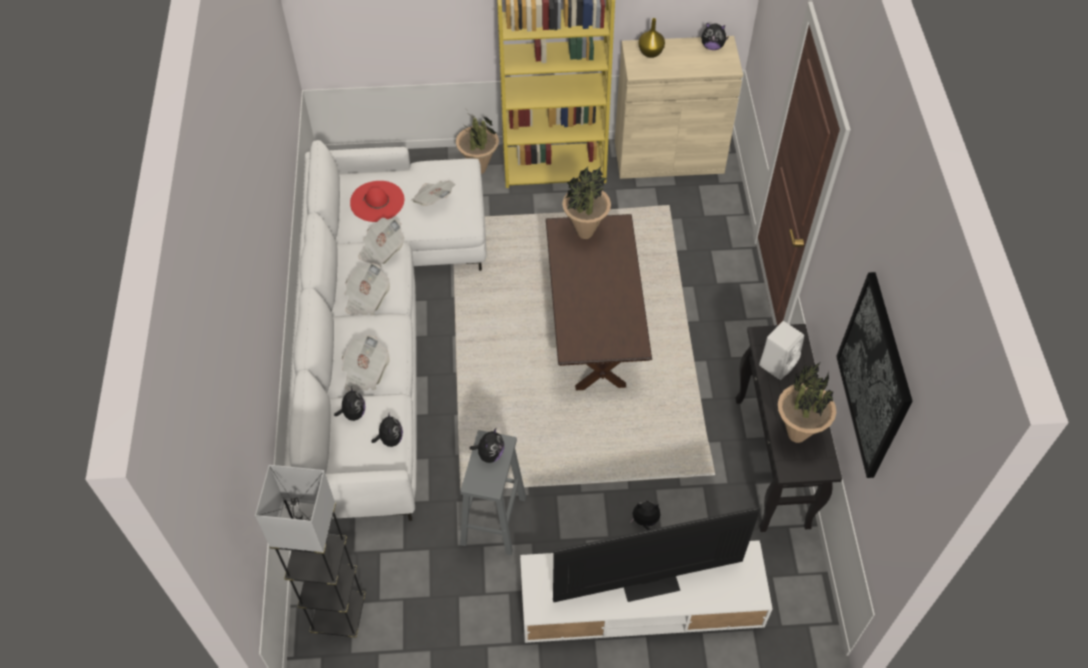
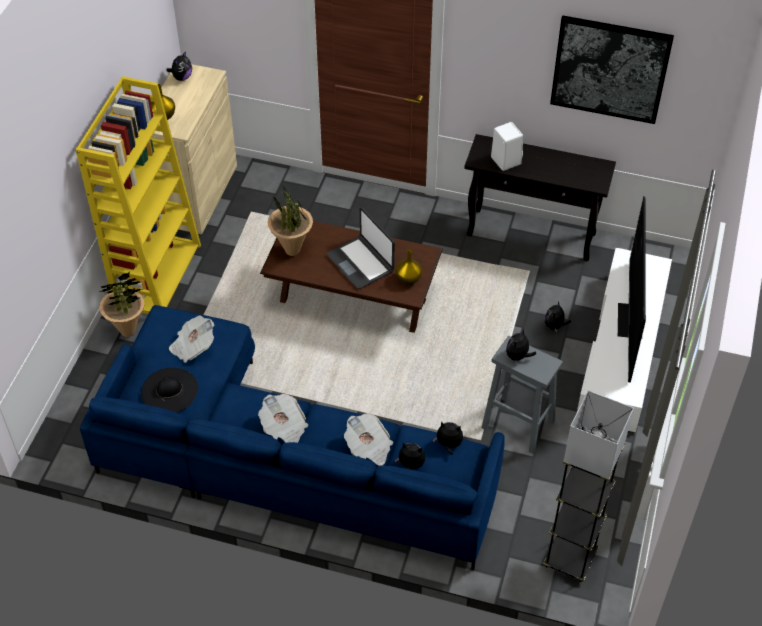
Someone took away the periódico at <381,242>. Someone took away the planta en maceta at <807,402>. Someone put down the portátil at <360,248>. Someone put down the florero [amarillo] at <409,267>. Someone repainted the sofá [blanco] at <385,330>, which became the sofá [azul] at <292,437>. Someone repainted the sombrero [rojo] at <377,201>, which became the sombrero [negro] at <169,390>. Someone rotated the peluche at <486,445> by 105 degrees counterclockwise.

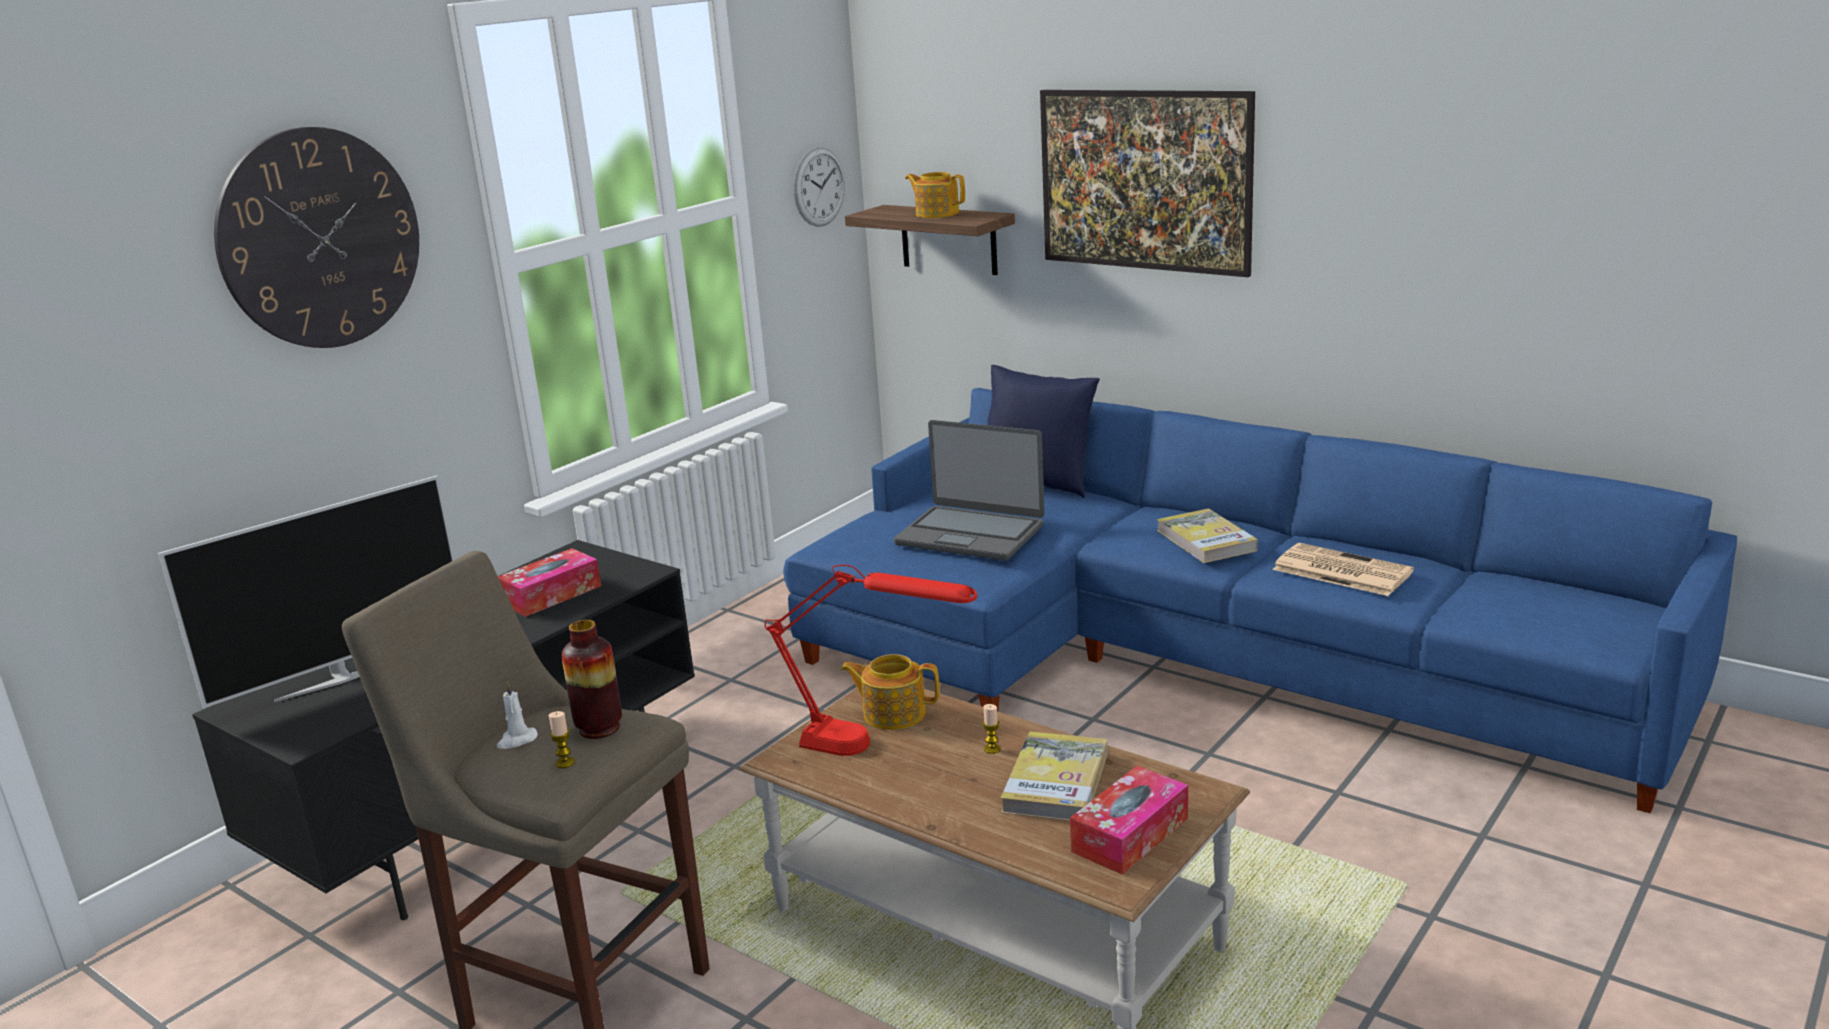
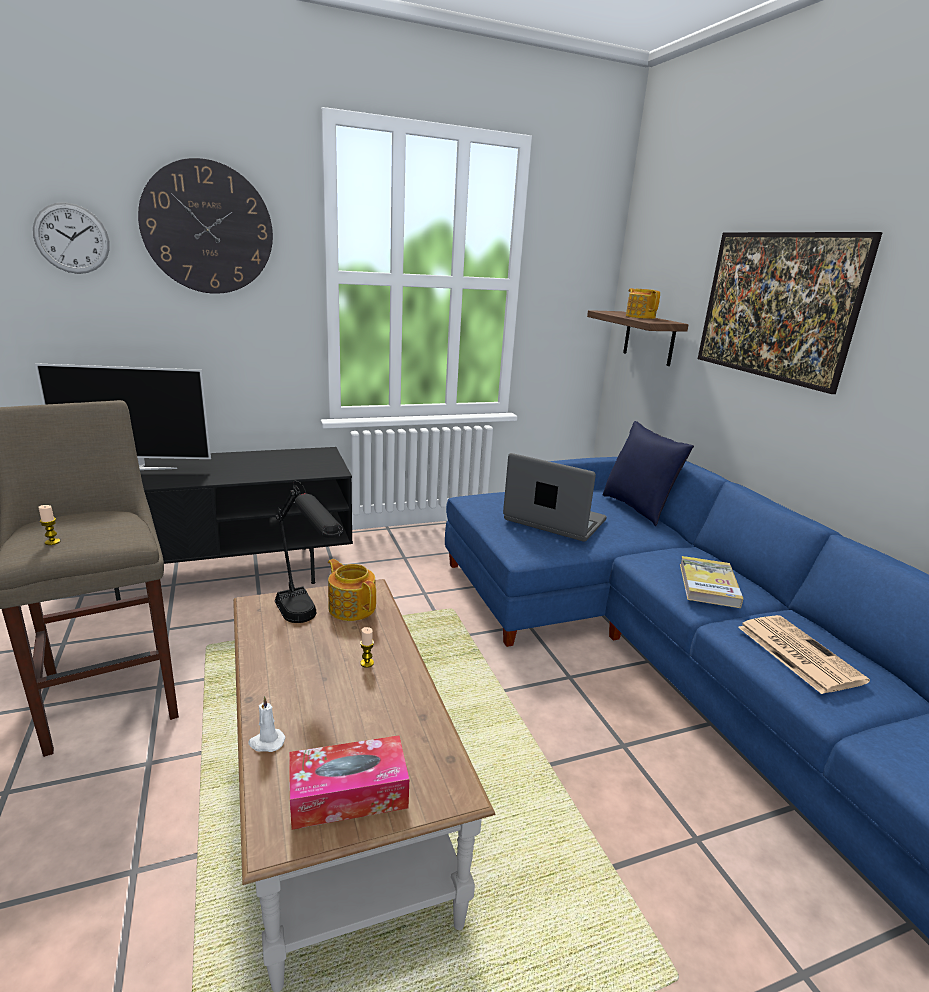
Someone took away the caja de pañuelos at <549,582>. Someone took away the florero at <591,679>. Someone took away the libro at <1054,776>. Someone carried the vela [blanco] from <517,715> to <266,724>. Someone carried the reloj de pared from <819,187> to <71,238>. Someone repainted the lámpara de mesa [rojo] at <871,660>, which became the lámpara de mesa [negro] at <309,552>. Someone rotated the portátil at <969,490> by 150 degrees clockwise.

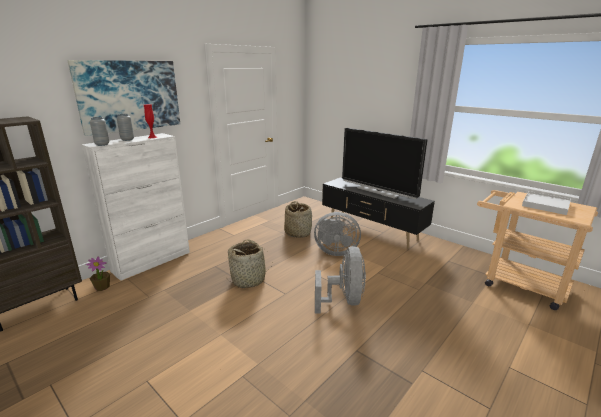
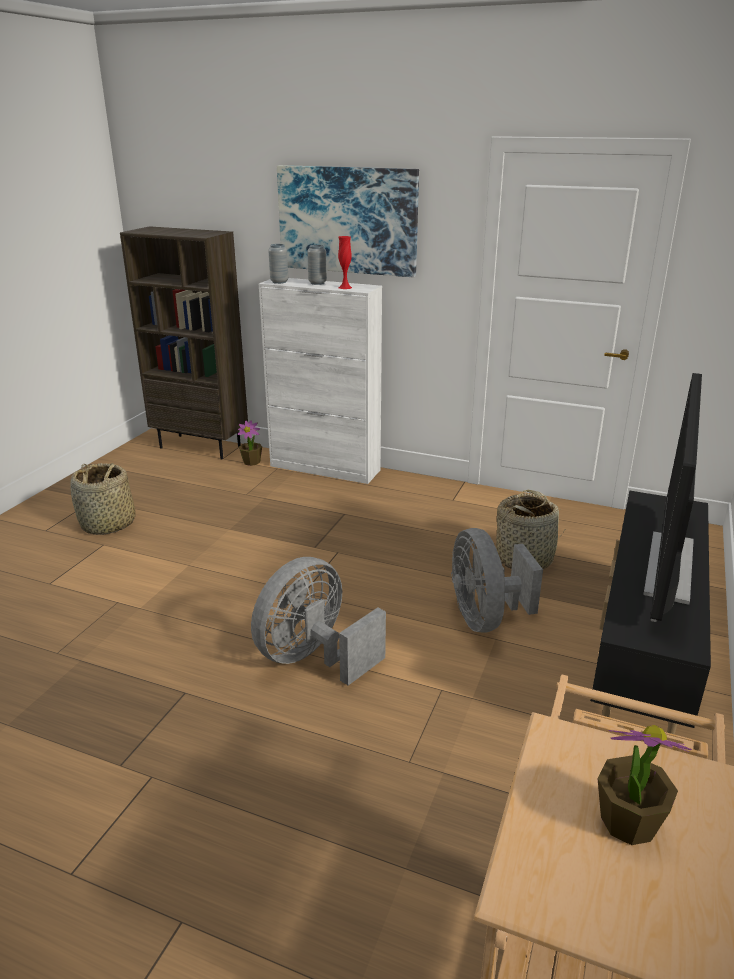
Someone carried the cesta from <250,263> to <103,499>. Someone swapped the bandeja [blanco] at <546,203> for the planta en maceta at <644,785>. Someone rotated the ventilador [gris] at <340,280> by 150 degrees clockwise.

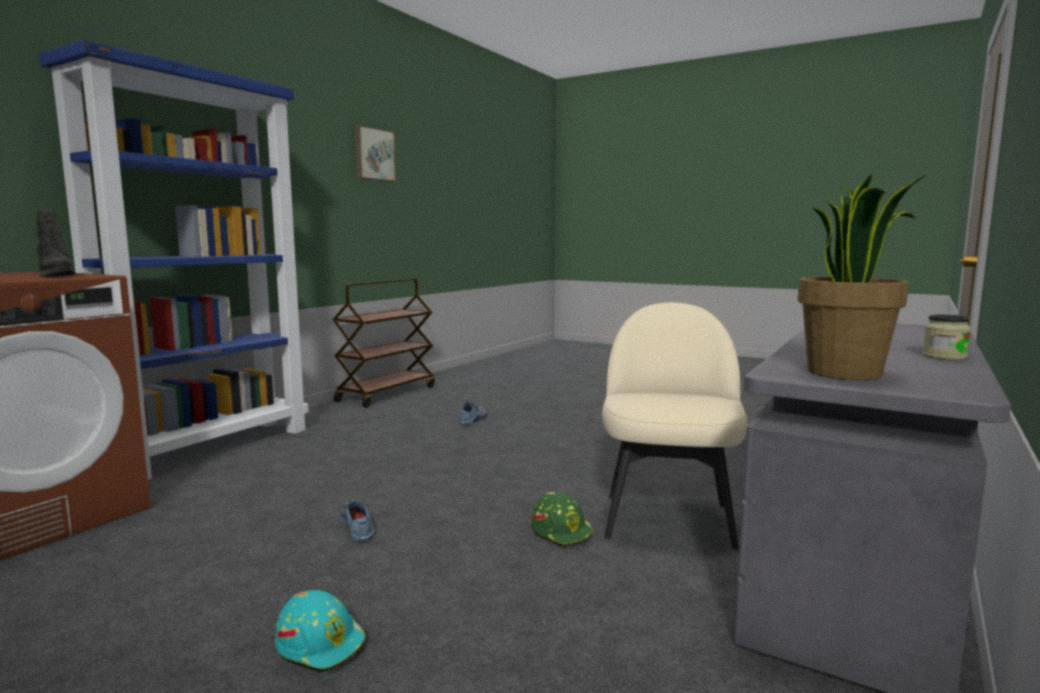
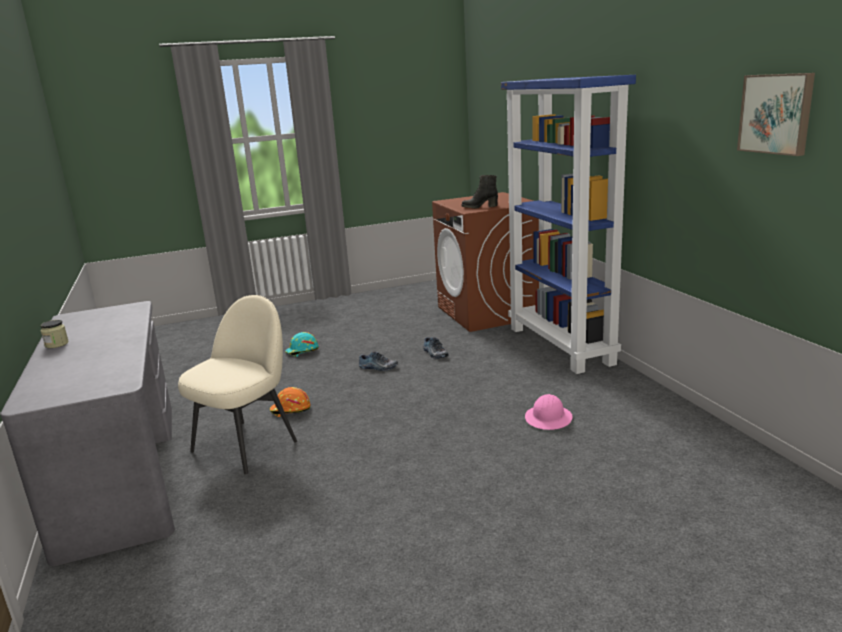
Someone took away the carrito [marrón] at <384,343>. Someone took away the planta en maceta at <862,276>. Someone put down the casco [rosa] at <549,412>. Someone carried the zapato from <473,413> to <436,348>. Someone repainted the casco [verde] at <562,520>, which became the casco [naranja] at <290,402>. Someone rotated the silla [beis] at <675,426> by 105 degrees counterclockwise.

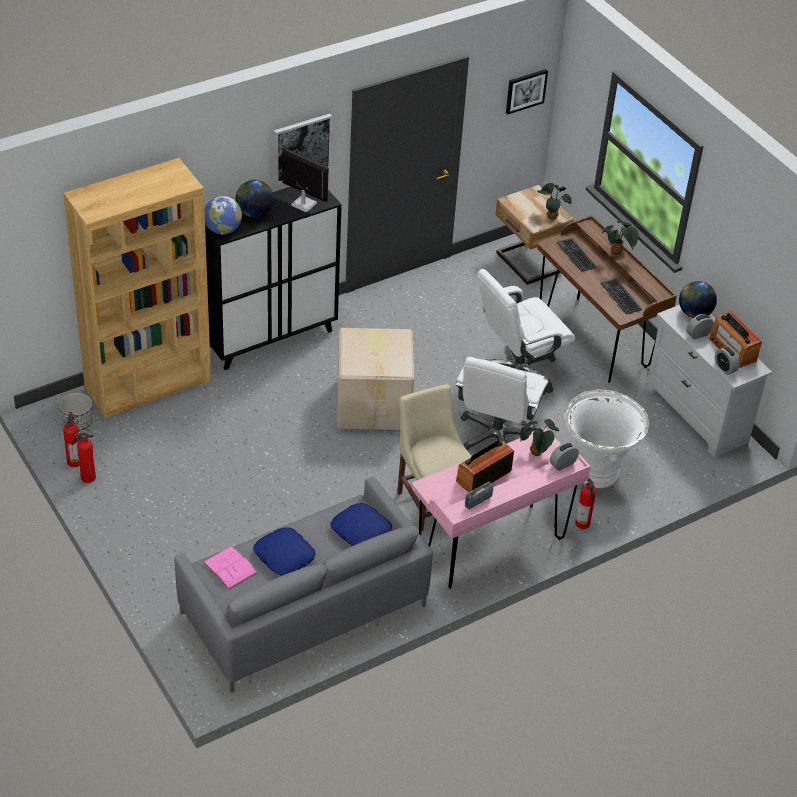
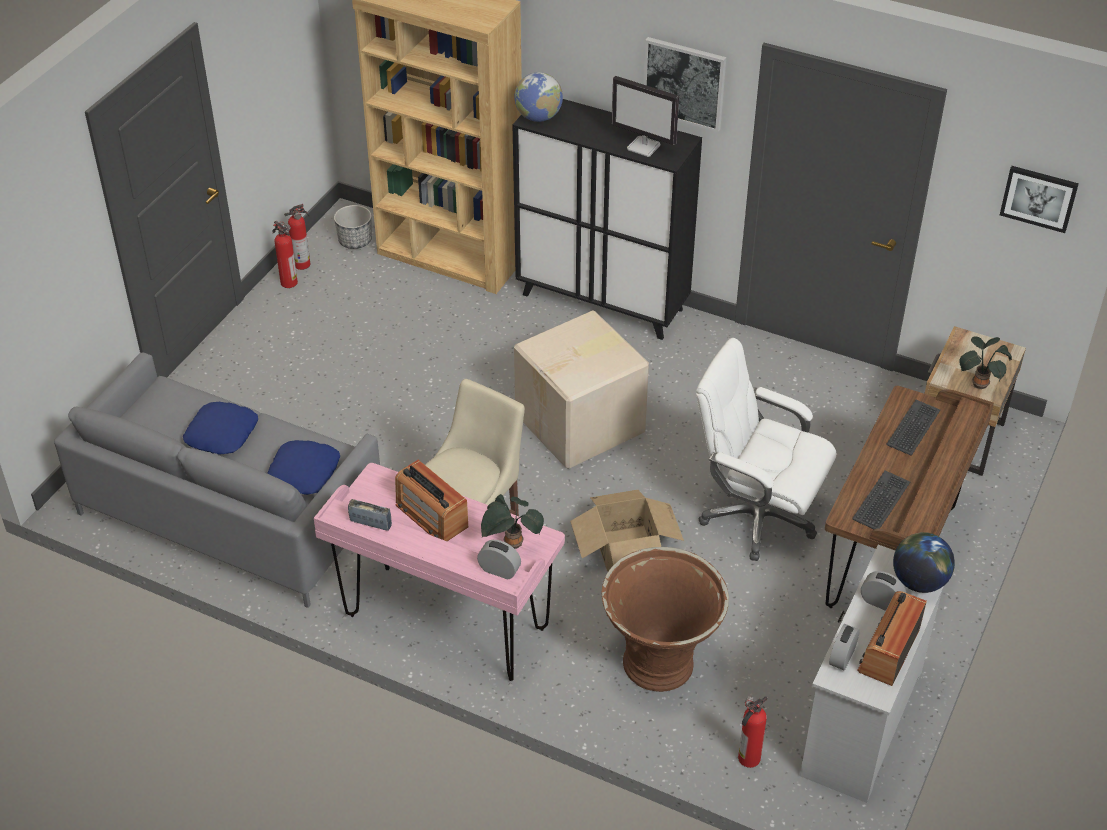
Someone took away the libro [rosa] at <230,568>. Someone took away the globo terráqueo at <255,199>. Someone took away the planta en maceta at <620,237>. Someone carried the extintor from <585,503> to <753,732>. Someone swapped the silla de oficina [blanco] at <501,404> for the caja de cartón at <627,530>. Someone repainted the maceta [blanco] at <606,439>, which became the maceta [marrón] at <665,619>. Someone rotated the monitor at <305,180> by 120 degrees clockwise. Someone rotated the radio at <485,466> by 150 degrees counterclockwise.

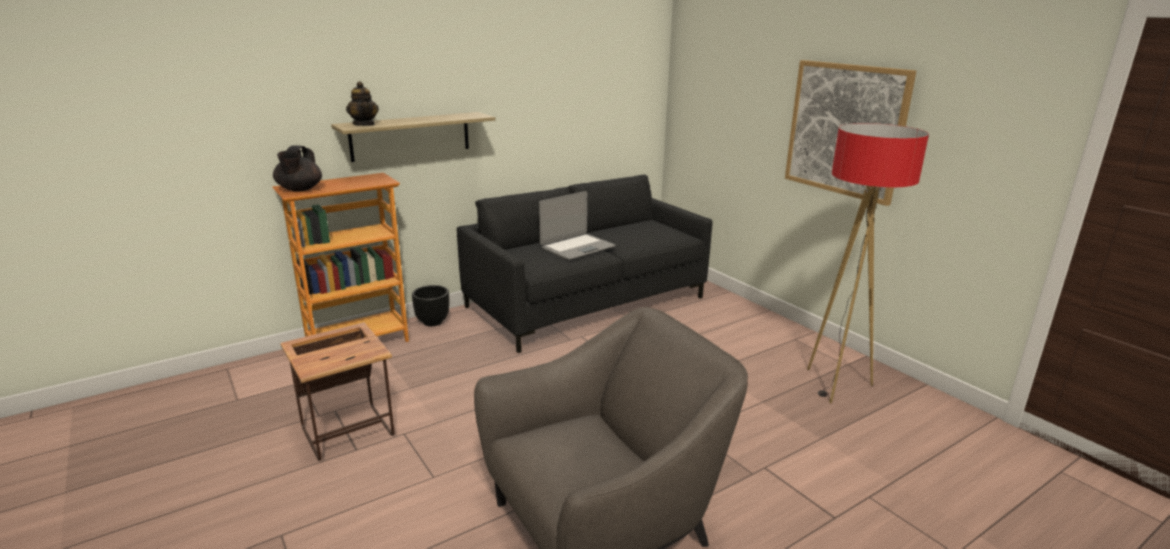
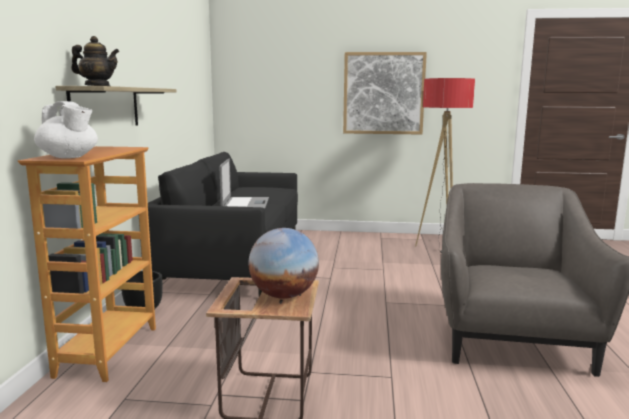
Someone put down the globo terráqueo at <283,263>. Someone repainted the tetera [negro] at <297,169>, which became the tetera [blanco] at <66,129>.

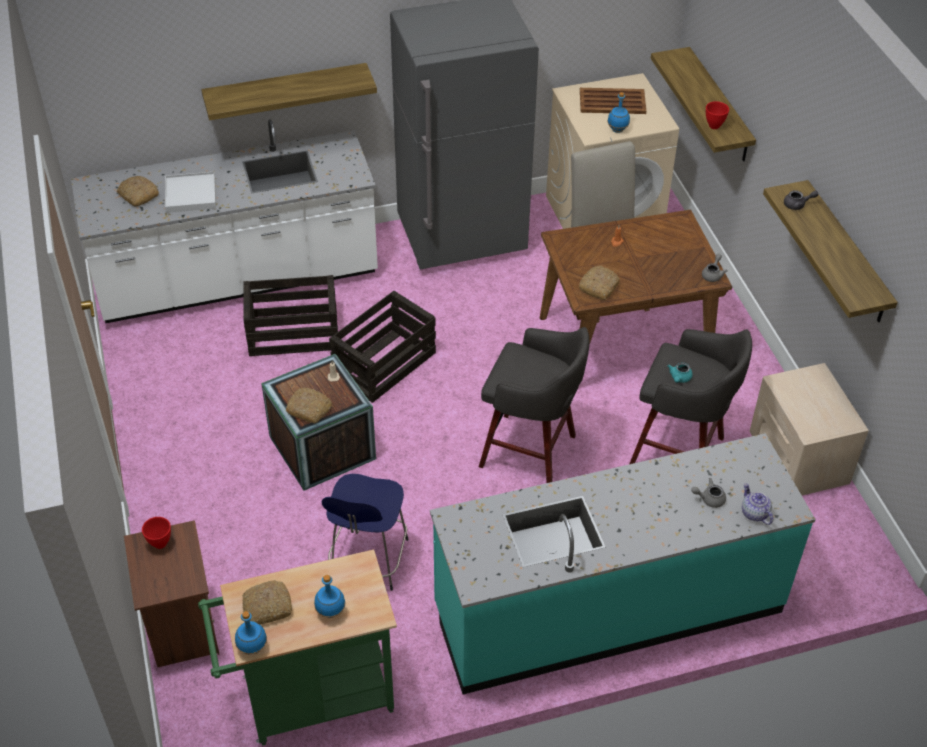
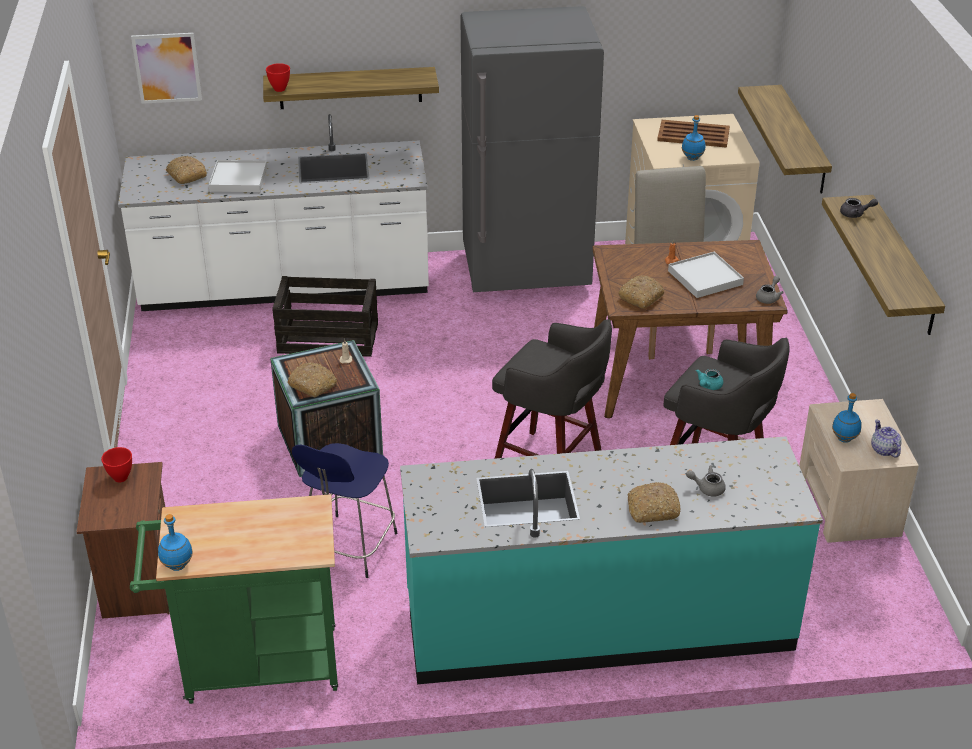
Someone took away the caja de embalaje at <382,347>. Someone put up the cuadro at <166,68>. Someone put down the bandeja [blanco] at <706,275>. Someone carried the pan from <267,602> to <654,502>. Someone carried the botella [azul] from <329,596> to <846,418>. Someone carried the cuenco [rojo] from <717,115> to <278,77>. Someone carried the tetera from <757,504> to <886,439>.

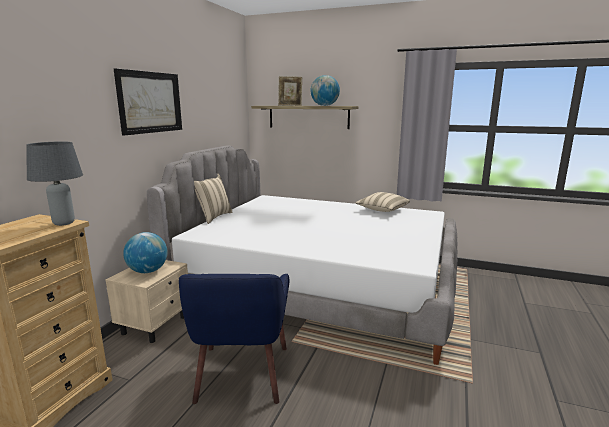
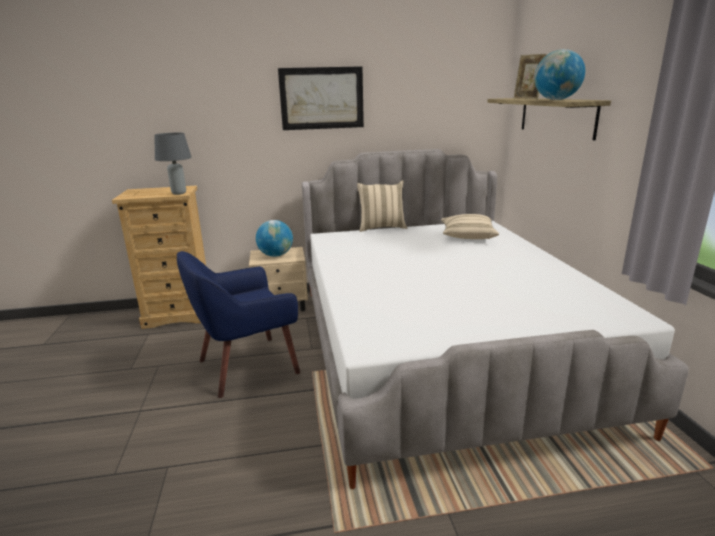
Someone carried the cojín [beis] from <382,202> to <470,226>.

